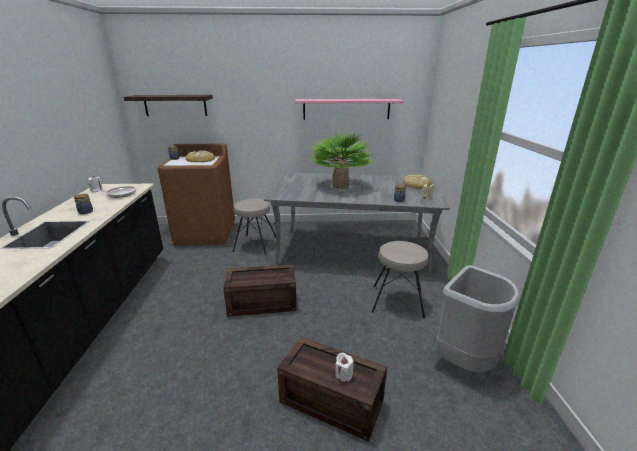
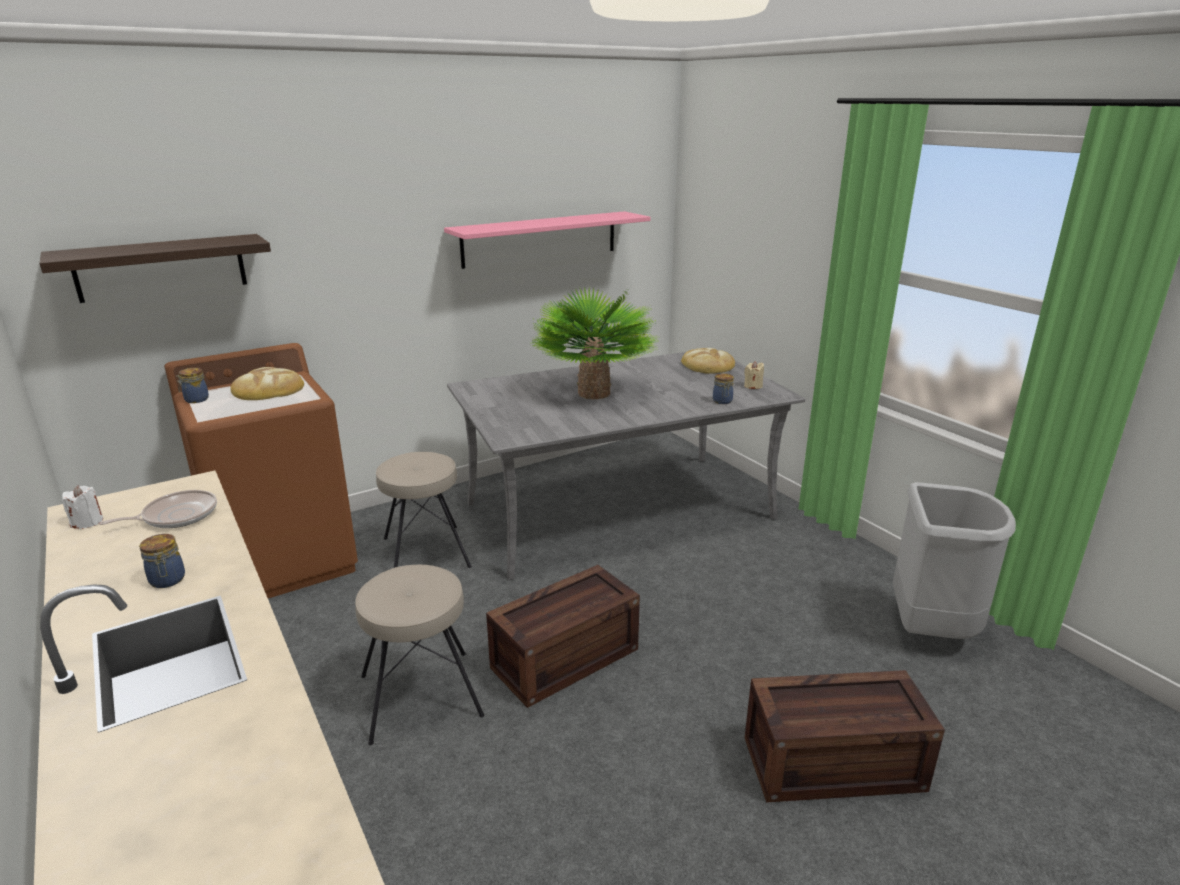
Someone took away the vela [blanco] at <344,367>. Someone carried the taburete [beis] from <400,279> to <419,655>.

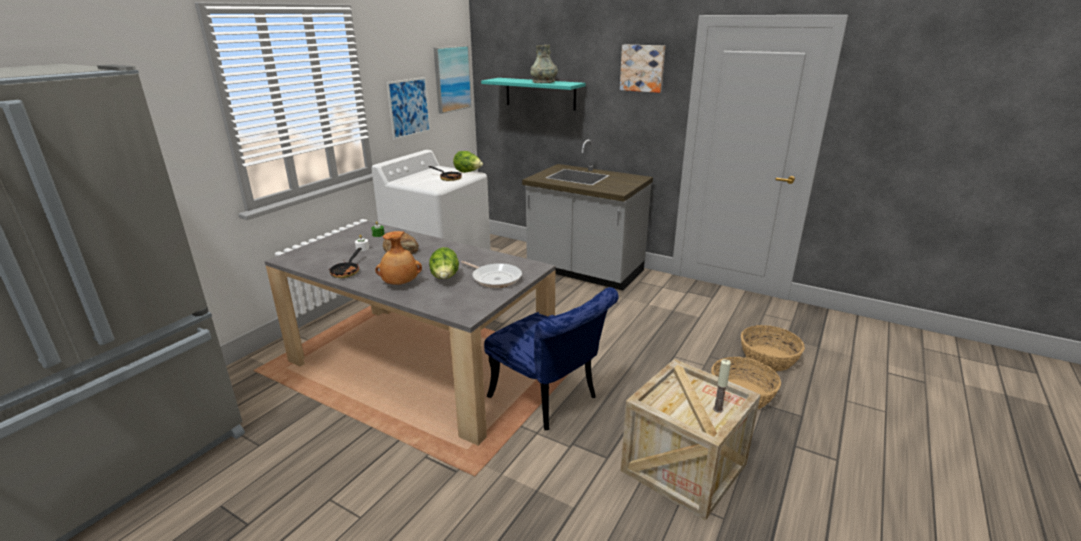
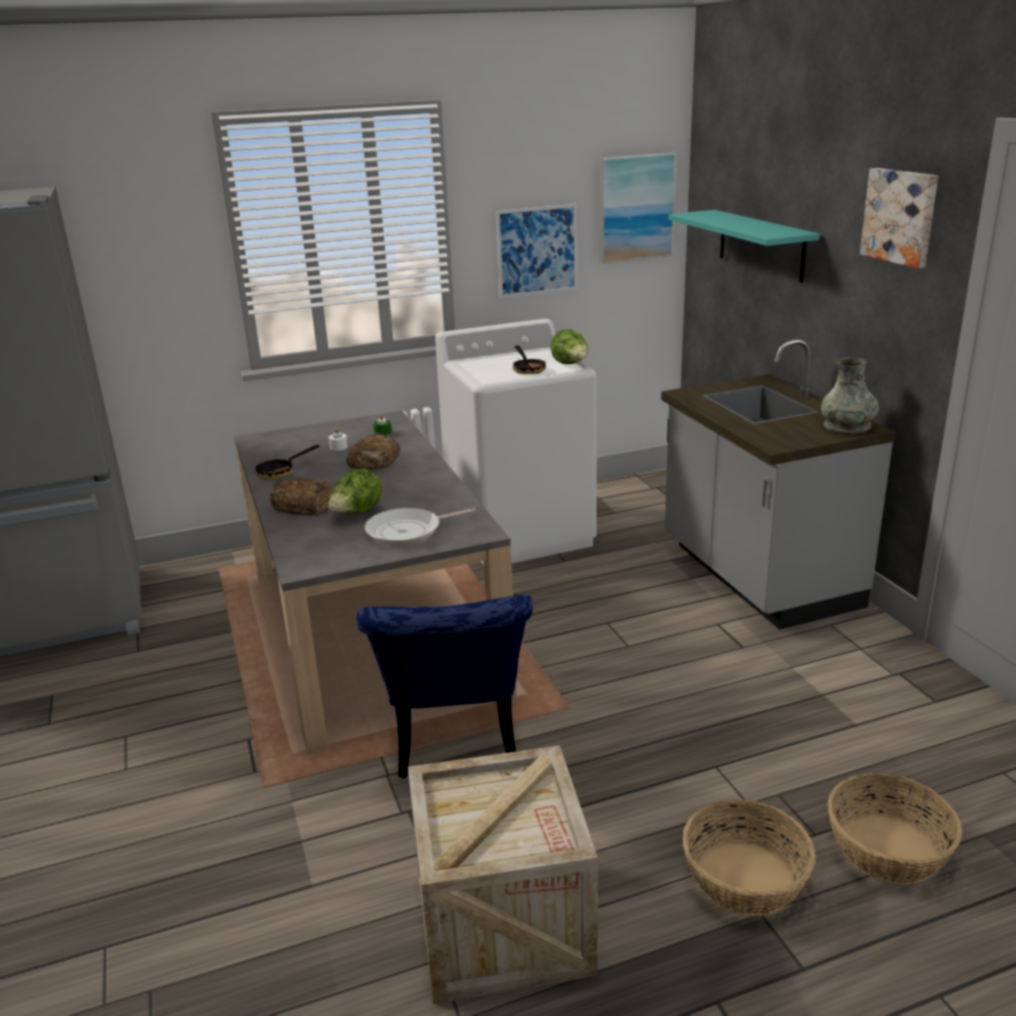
Someone took away the vela at <722,386>. Someone carried the florero [gris] from <544,64> to <850,396>. Someone swapped the florero [marrón] at <398,258> for the pan at <301,497>. Someone rotated the sartén at <491,274> by 75 degrees clockwise.

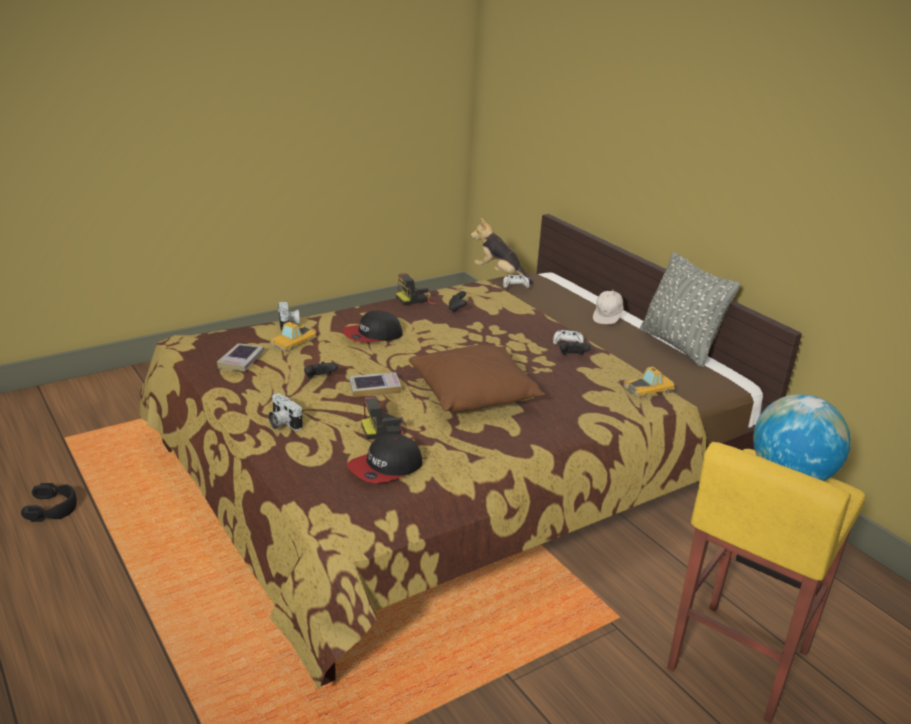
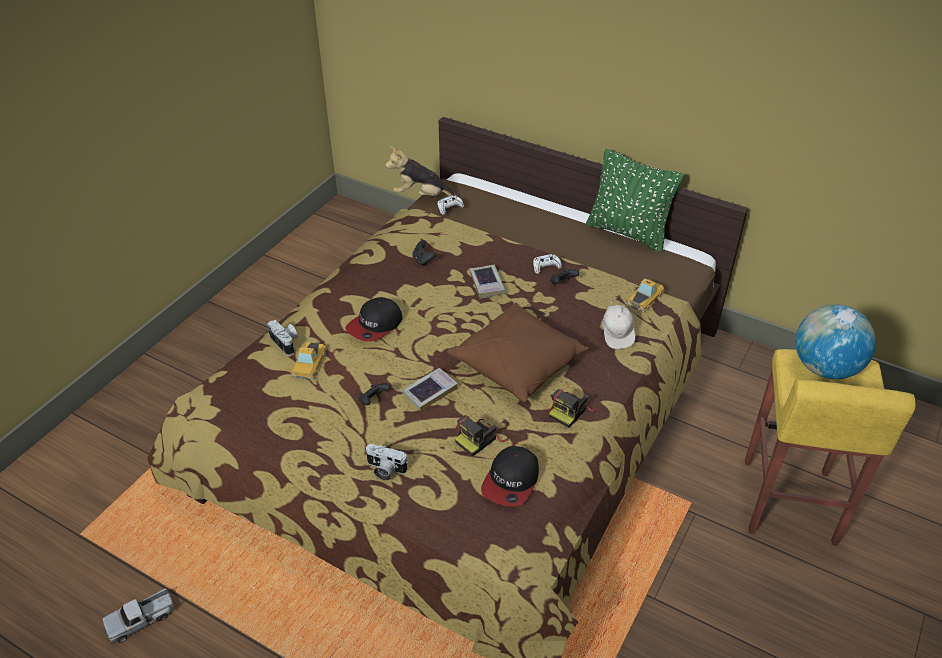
Someone carried the libro from <240,357> to <487,282>. Someone carried the cámara from <417,289> to <573,408>. Someone carried the gorra [blanco] from <608,307> to <618,324>. Someone swapped the auriculares [negro] at <49,502> for the camión de juguete at <139,615>. Someone repainted the cojín [gris] at <690,309>, which became the cojín [verde] at <635,200>.

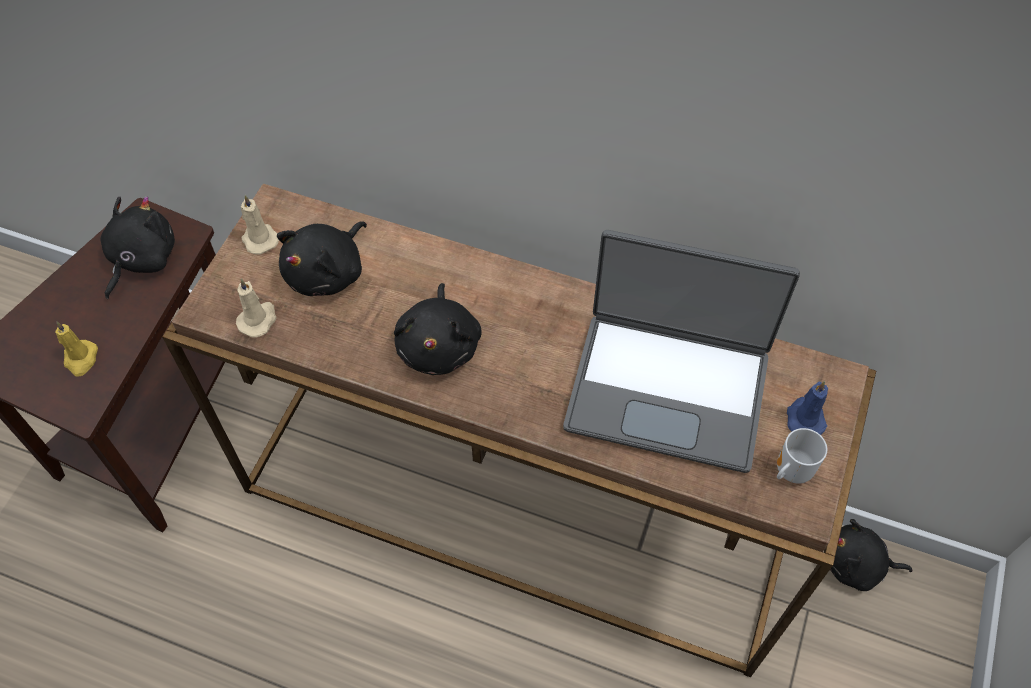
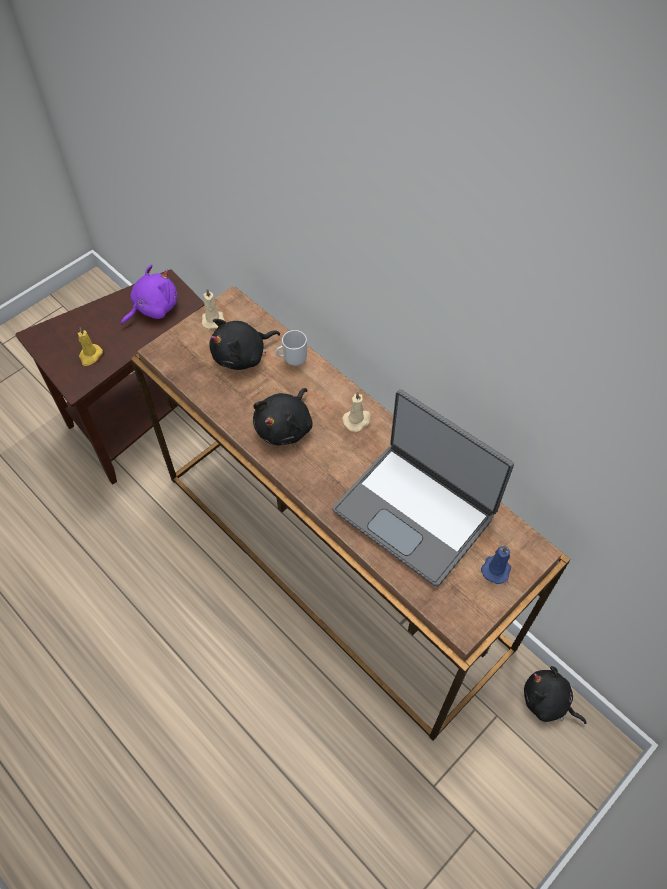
Someone carried the vela [beis] from <256,308> to <356,412>. Someone carried the taza grande from <802,455> to <291,348>. Someone repainted the peluche [negro] at <138,247>, which became the peluche [morado] at <149,294>.

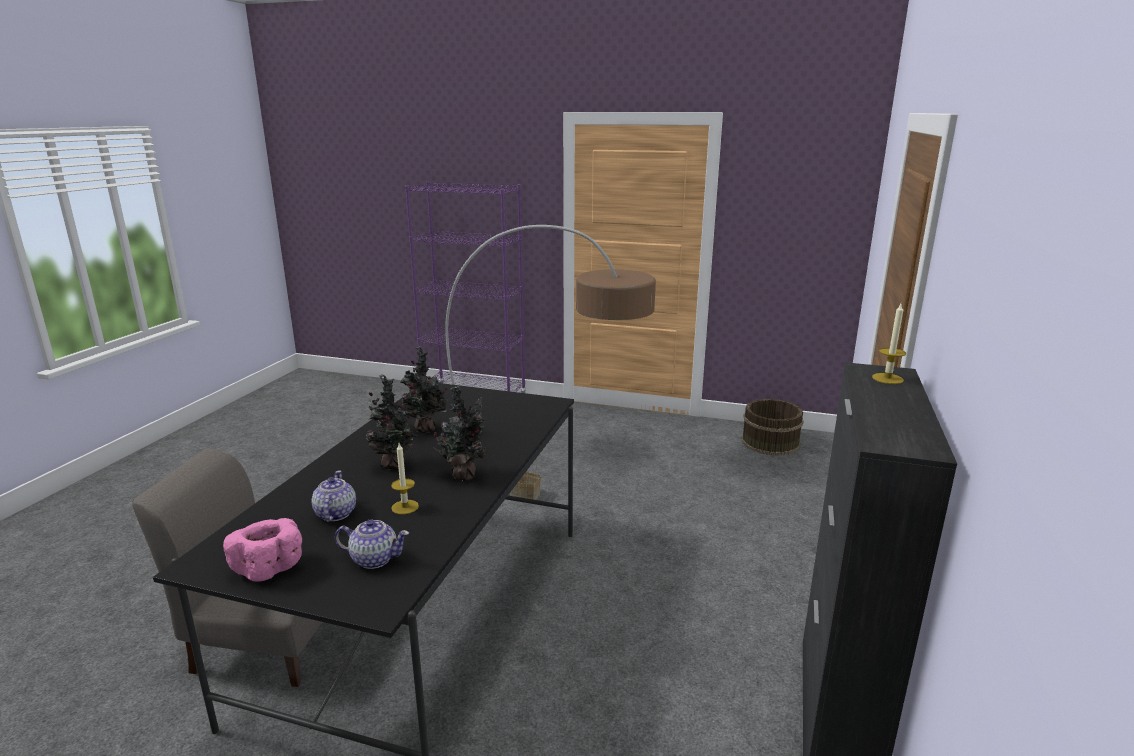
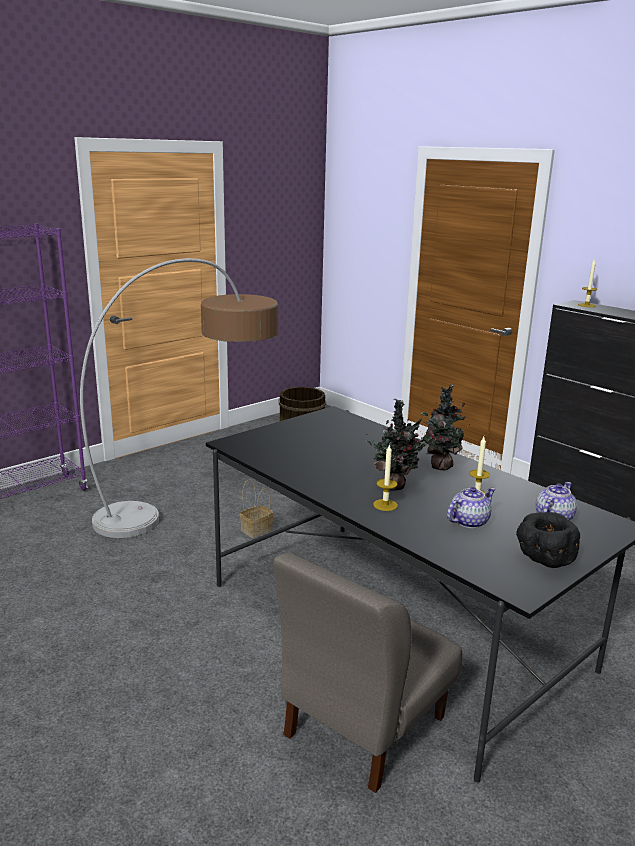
Someone took away the planta en maceta at <424,389>. Someone put down the vela at <385,477>. Someone repainted the cuenco [rosa] at <262,550>, which became the cuenco [negro] at <548,540>. Someone rotated the tetera at <333,496> by 120 degrees clockwise.

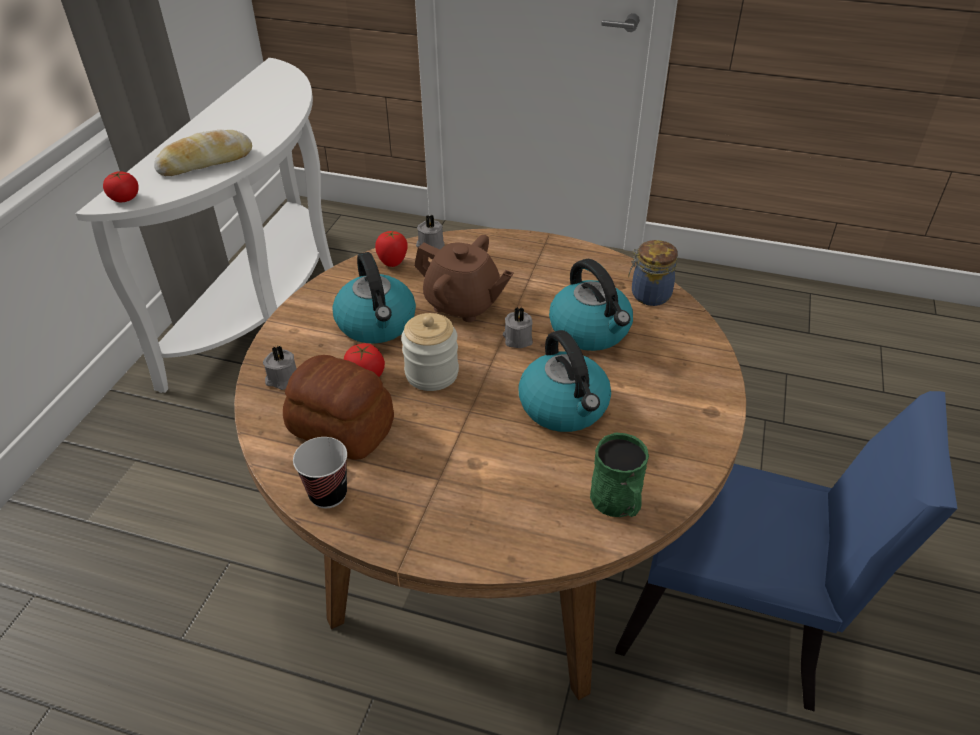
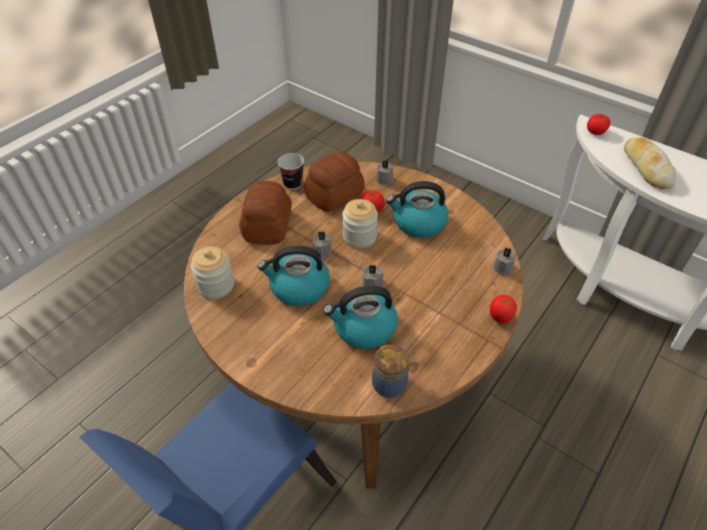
Someone took away the tetera [marrón] at <464,278>. Someone put down the pan at <265,213>. Someone put down the vela [gris] at <322,245>. Someone carried the tomate from <391,248> to <503,309>. Someone swapped the taza grande [verde] at <619,475> for the tarro at <212,272>.

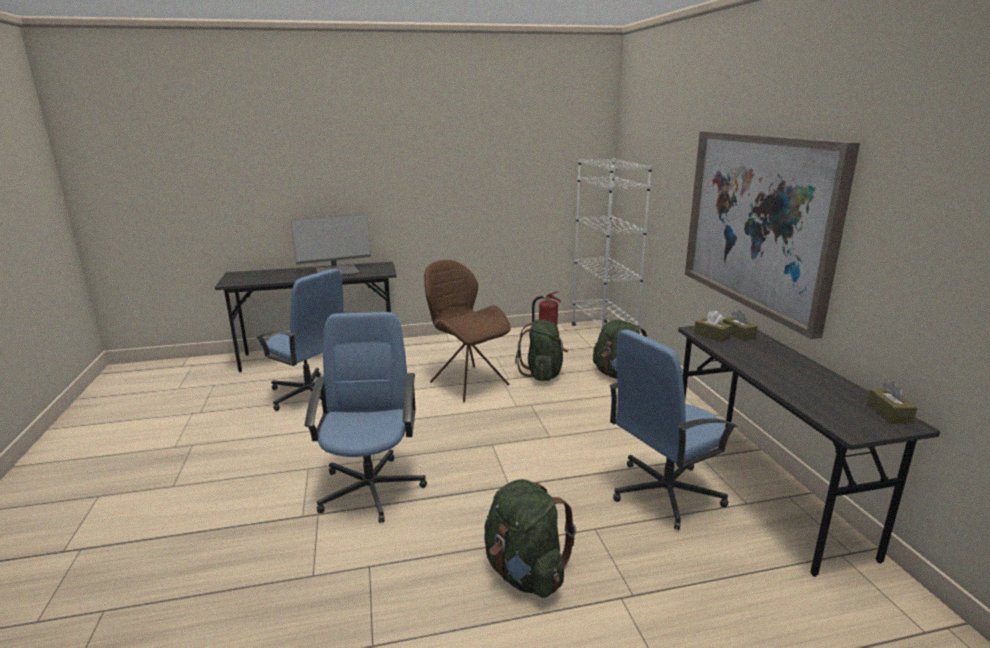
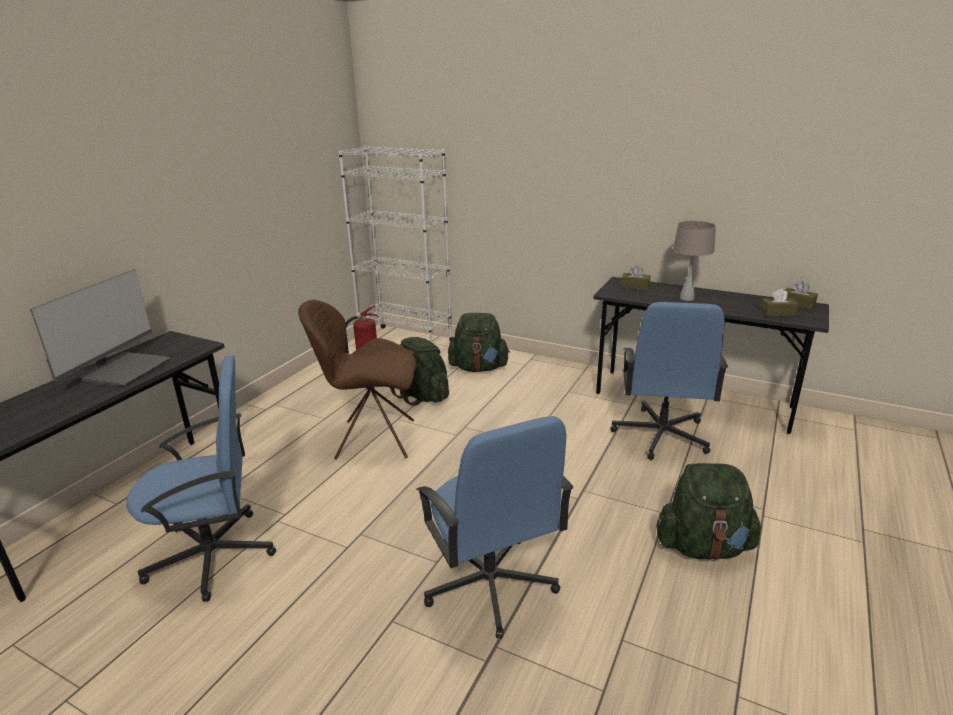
Someone took away the cuadro at <772,235>. Someone put down the lámpara de mesa [beis] at <694,261>. Someone carried the caja de pañuelos [marrón] from <713,326> to <779,303>. Someone rotated the silla de oficina [azul] at <365,417> by 150 degrees counterclockwise.

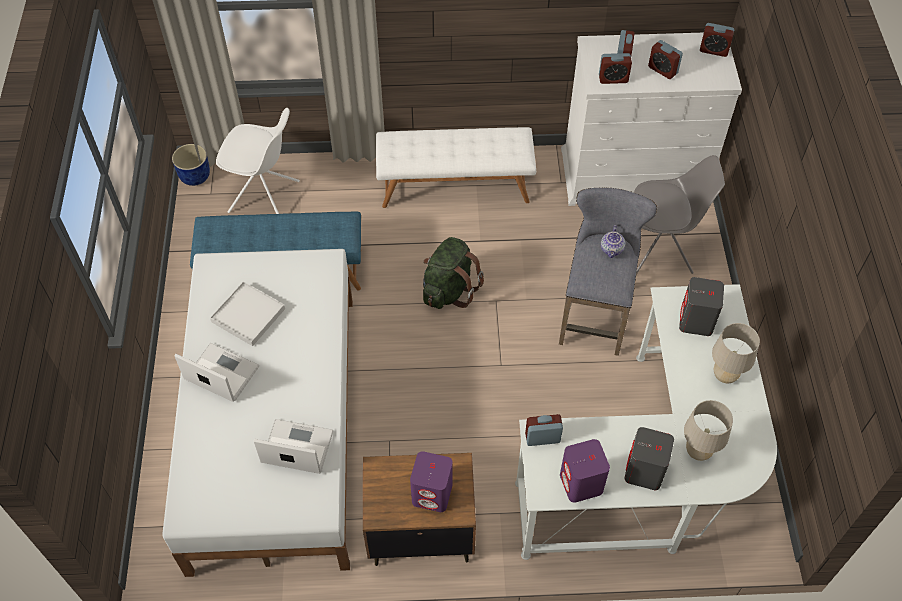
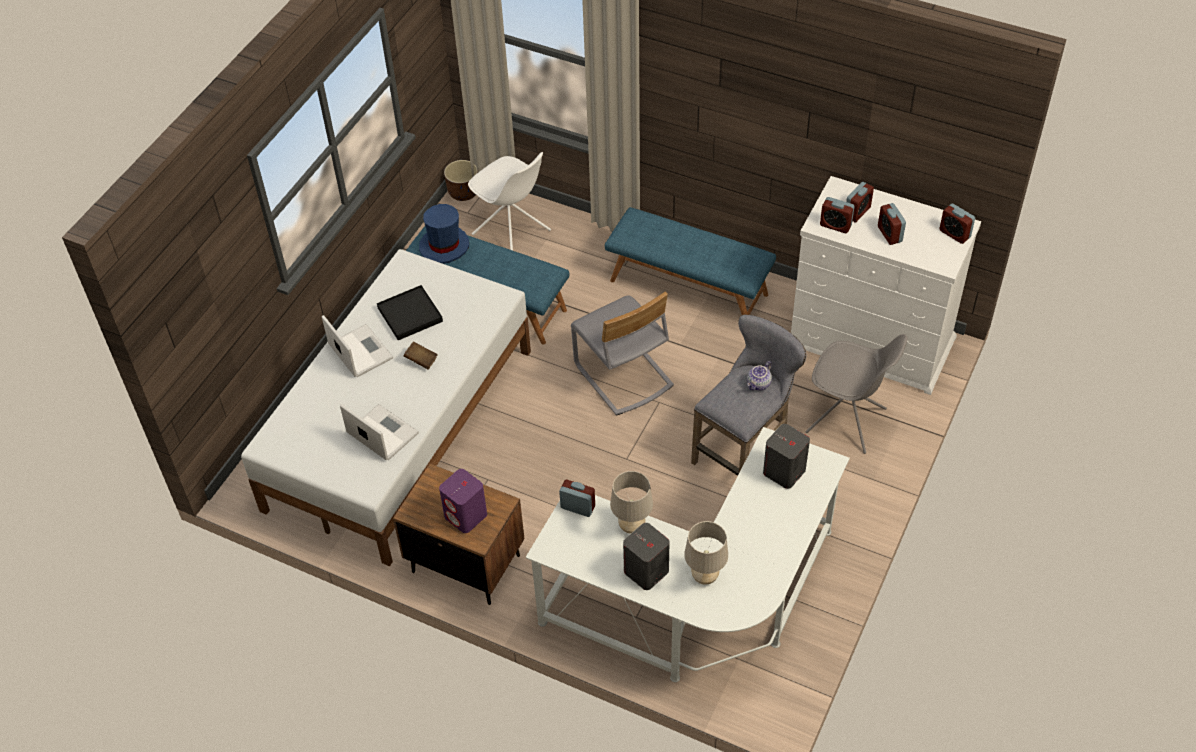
Someone took away the altavoz [morado] at <585,471>. Someone put down the libro [marrón] at <421,355>. Someone put down the sombrero [azul] at <444,234>. Someone carried the lámpara de mesa [beis] from <736,353> to <631,502>. Someone swapped the mochila [verde] at <453,273> for the silla [gris] at <622,353>. Someone repainted the maceta [azul] at <191,165>, which became the maceta [marrón] at <461,180>. Someone repainted the bandeja [blanco] at <247,314>, which became the bandeja [negro] at <410,312>. Someone repainted the banco [blanco] at <456,167>, which became the banco [azul] at <690,261>.

